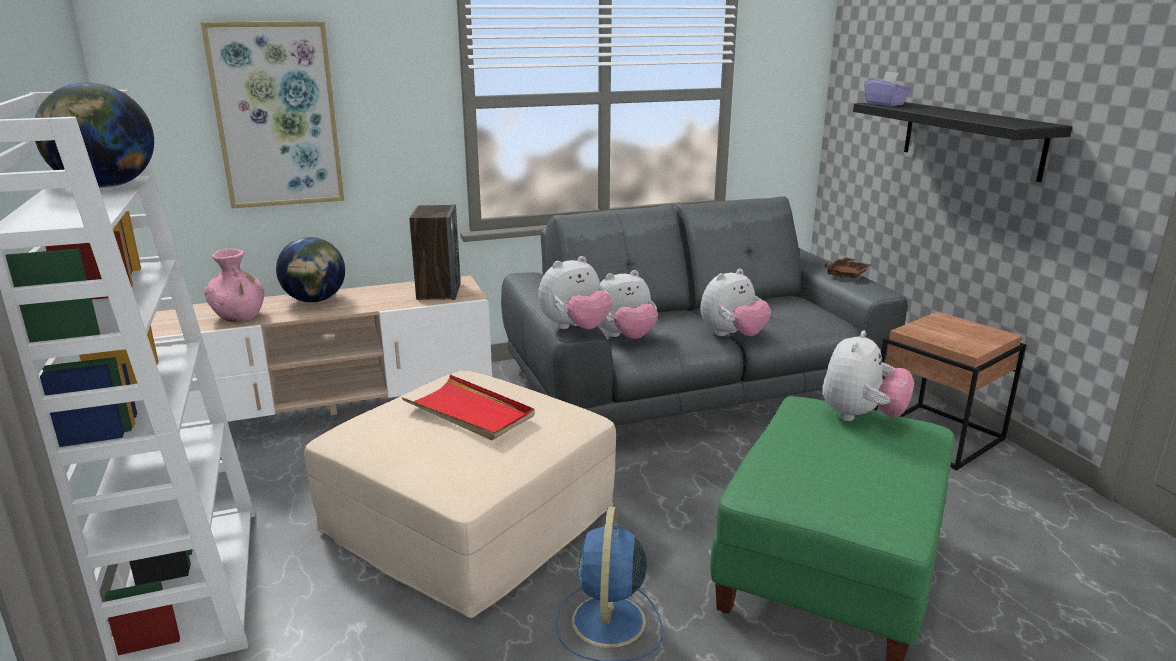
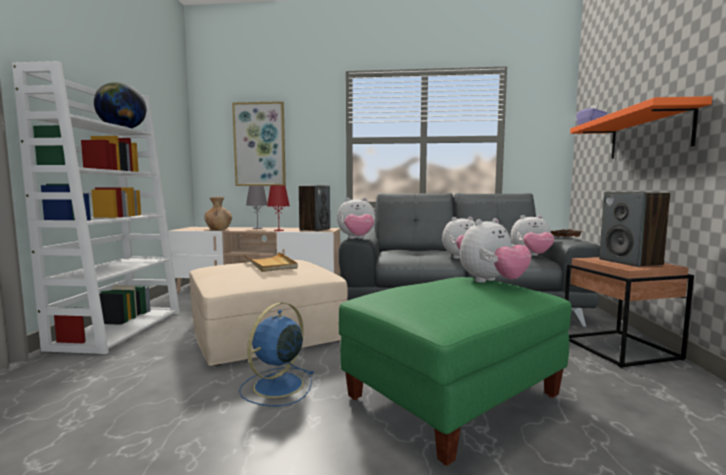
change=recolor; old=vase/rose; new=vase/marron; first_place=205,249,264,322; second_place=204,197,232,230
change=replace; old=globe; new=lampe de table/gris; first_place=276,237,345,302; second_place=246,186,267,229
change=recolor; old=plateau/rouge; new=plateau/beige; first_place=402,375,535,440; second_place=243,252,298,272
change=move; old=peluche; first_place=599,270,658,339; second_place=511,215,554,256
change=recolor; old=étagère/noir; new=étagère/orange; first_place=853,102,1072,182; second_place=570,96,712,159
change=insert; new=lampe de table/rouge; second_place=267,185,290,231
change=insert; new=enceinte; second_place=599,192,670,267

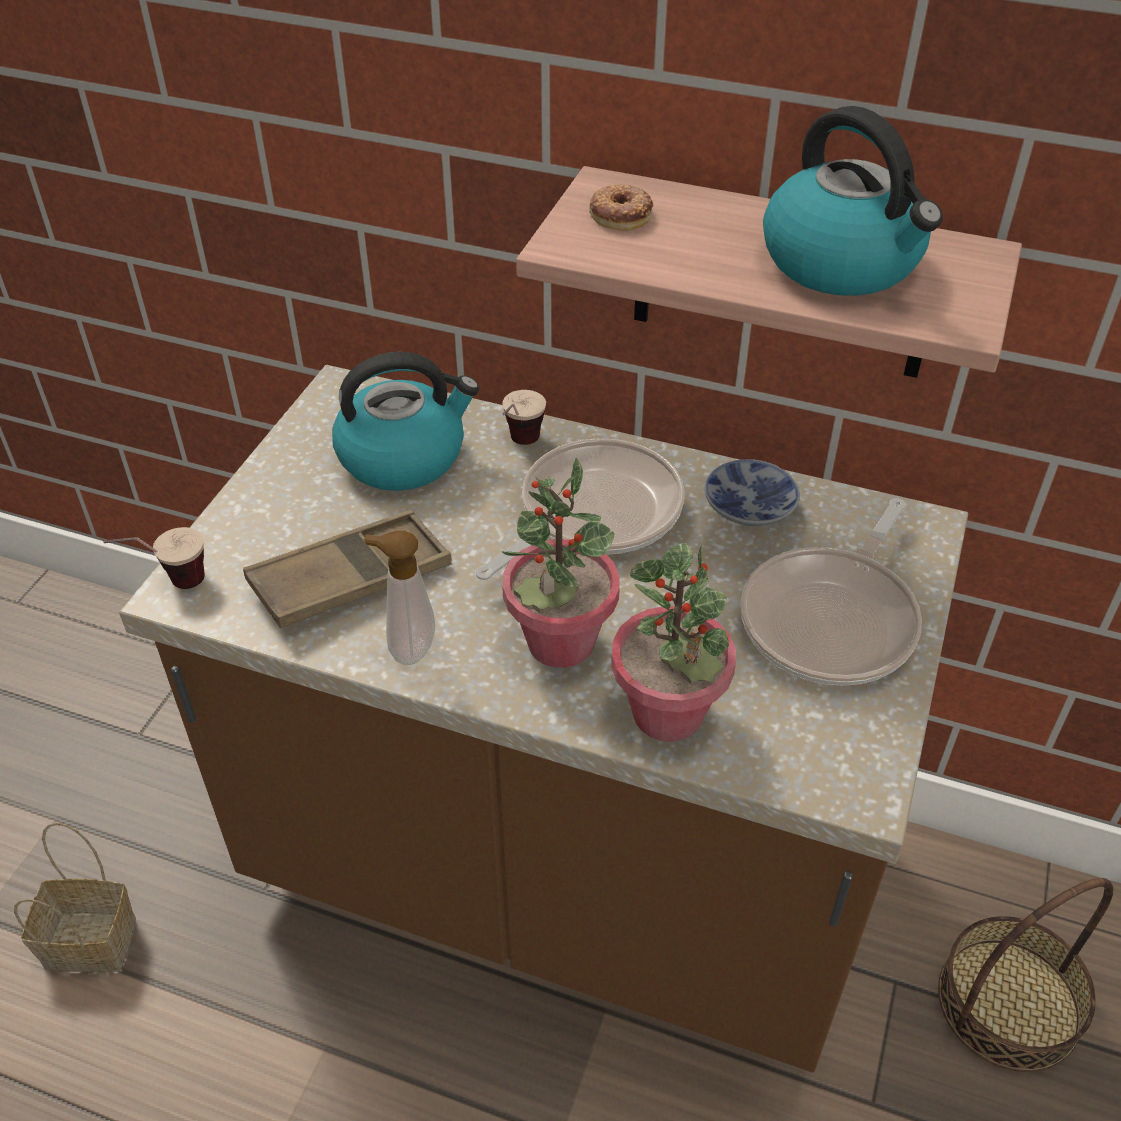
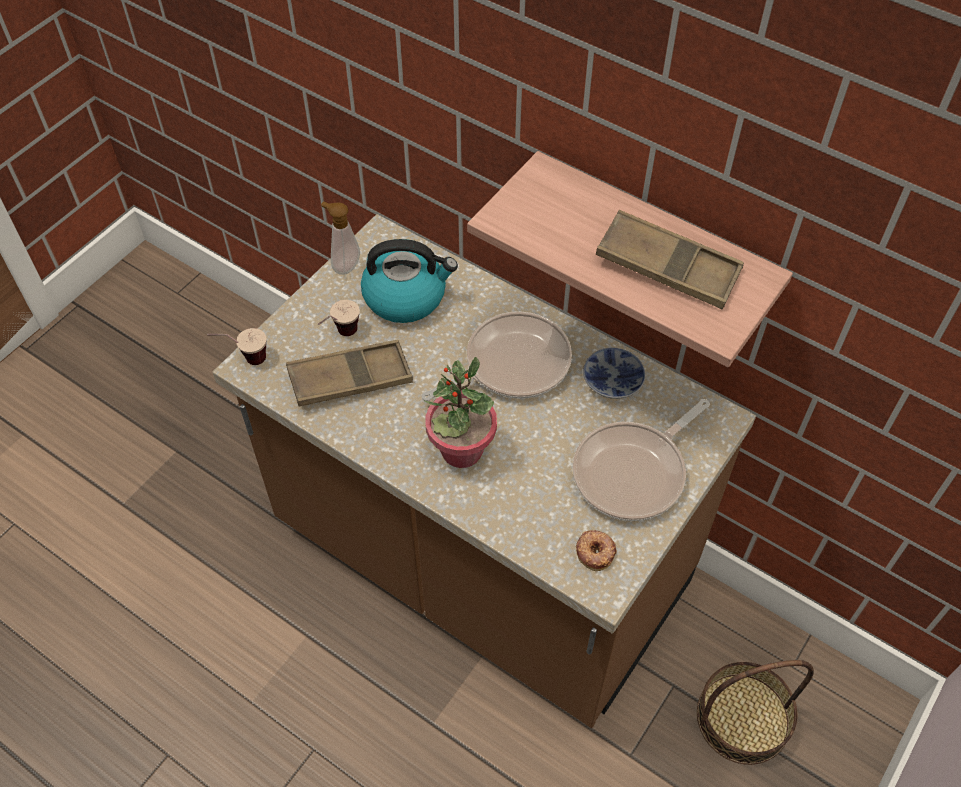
change=delete; old=panier; first_place=14,823,136,973
change=move; old=distributeur de savon; first_place=364,531,436,665; second_place=321,201,360,275
change=move; old=tasse; first_place=502,390,546,445; second_place=318,300,360,336
change=move; old=beignet; first_place=589,184,653,231; second_place=576,530,617,571
change=delete; old=plante en pot; first_place=611,543,736,742
change=replace; old=bouilloire; new=plateau/marron; first_place=763,106,943,296; second_place=596,210,744,309

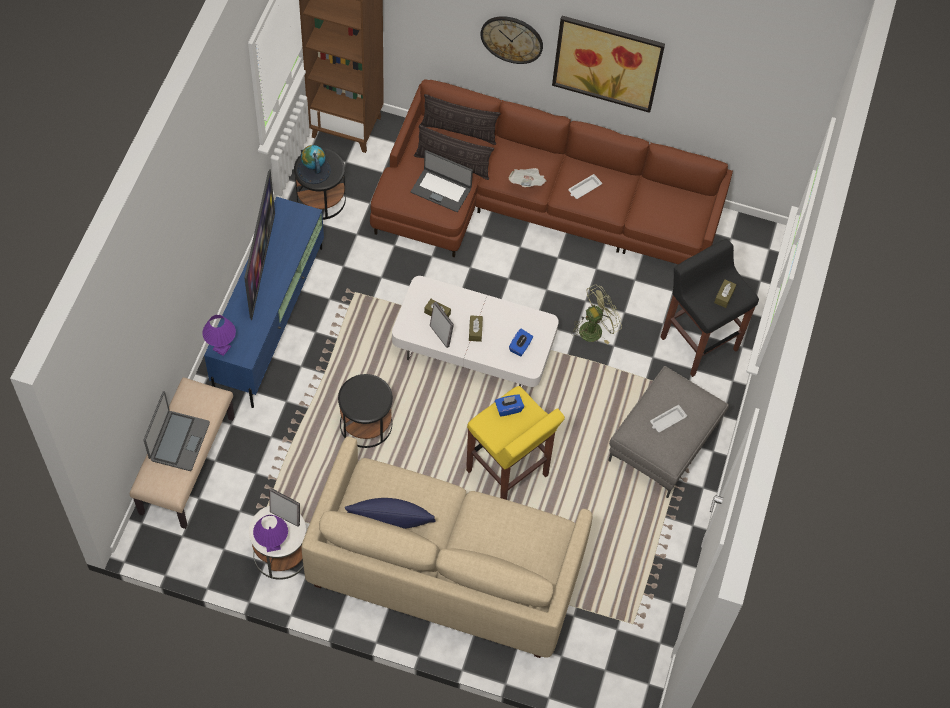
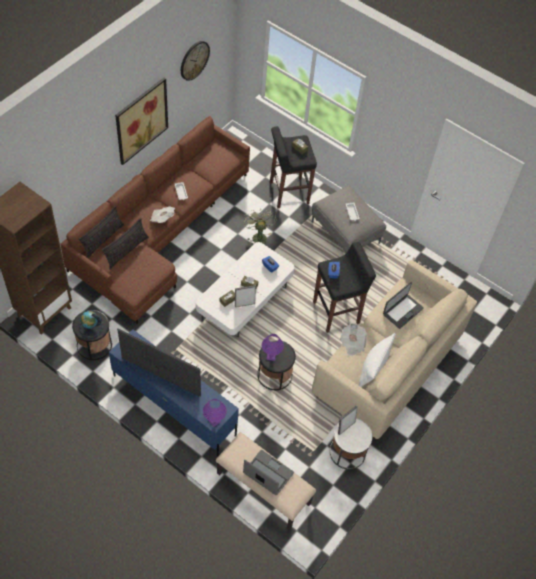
change=move; old=lampe de table/violet; first_place=253,515,288,552; second_place=262,334,284,361
change=recolor; old=coussin/bleu; new=coussin/blanc; first_place=345,498,435,529; second_place=359,333,395,387
change=move; old=ordinateur portable; first_place=411,150,473,212; second_place=383,282,424,329
change=recolor; old=tabouret/jaune; new=tabouret/noir; first_place=466,386,565,500; second_place=313,242,376,333
change=move; old=horloge murale; first_place=480,16,543,64; second_place=181,41,210,81
change=insert; new=journal; second_place=340,323,367,356

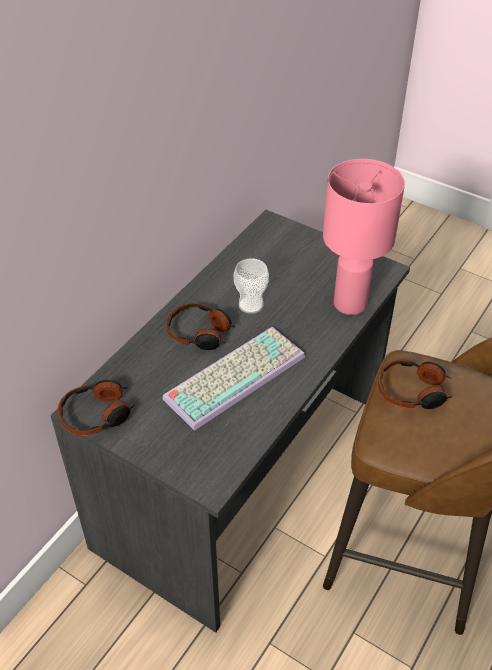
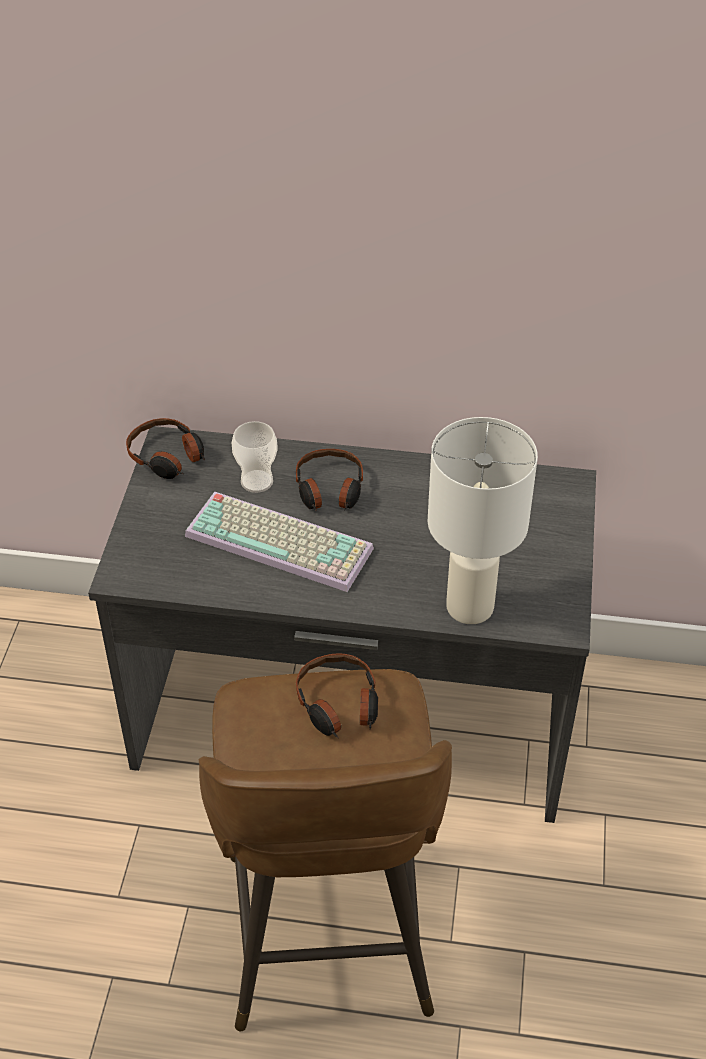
change=move; old=tasse; first_place=234,258,269,314; second_place=232,421,278,493
change=recolor; old=lampe de table/rose; new=lampe de table/blanc; first_place=323,159,405,315; second_place=428,417,538,624

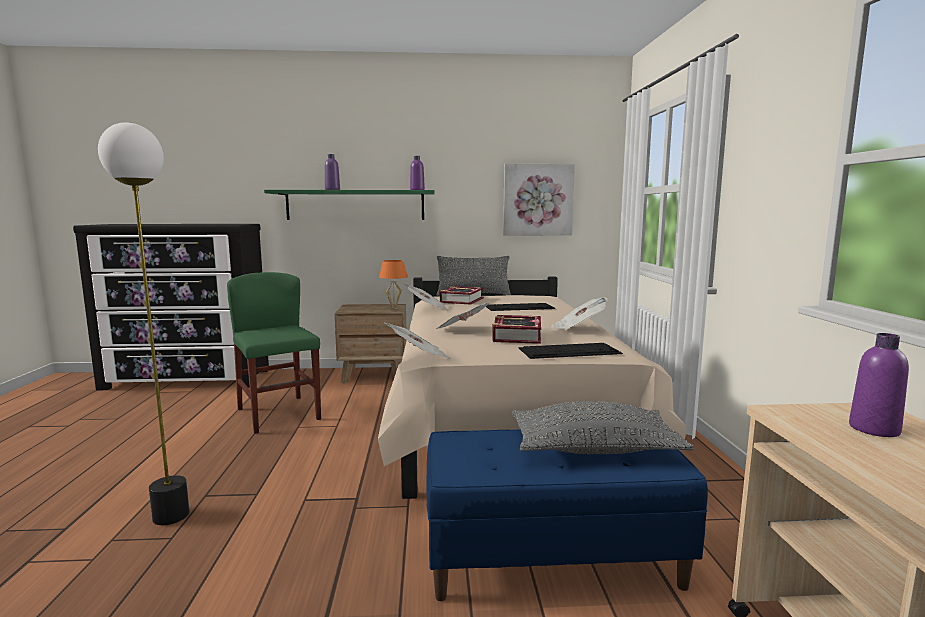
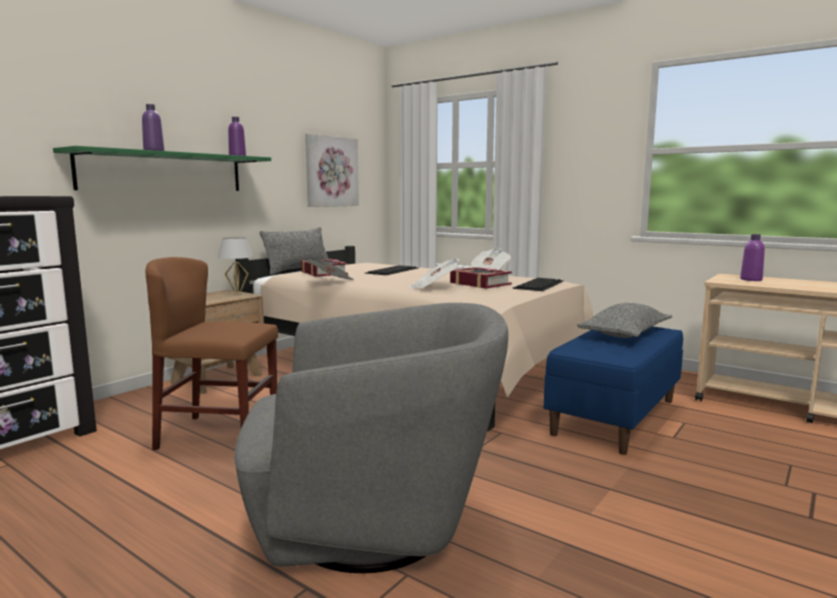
change=replace; old=lampadaire; new=fauteuil/gris; first_place=98,122,189,525; second_place=234,303,508,573
change=recolor; old=chaise/vert; new=chaise/marron; first_place=227,272,321,434; second_place=145,257,278,450
change=recolor; old=lampe de table/orange; new=lampe de table/blanc; first_place=379,260,408,309; second_place=218,237,253,295
change=delete; old=journal; first_place=384,323,452,359

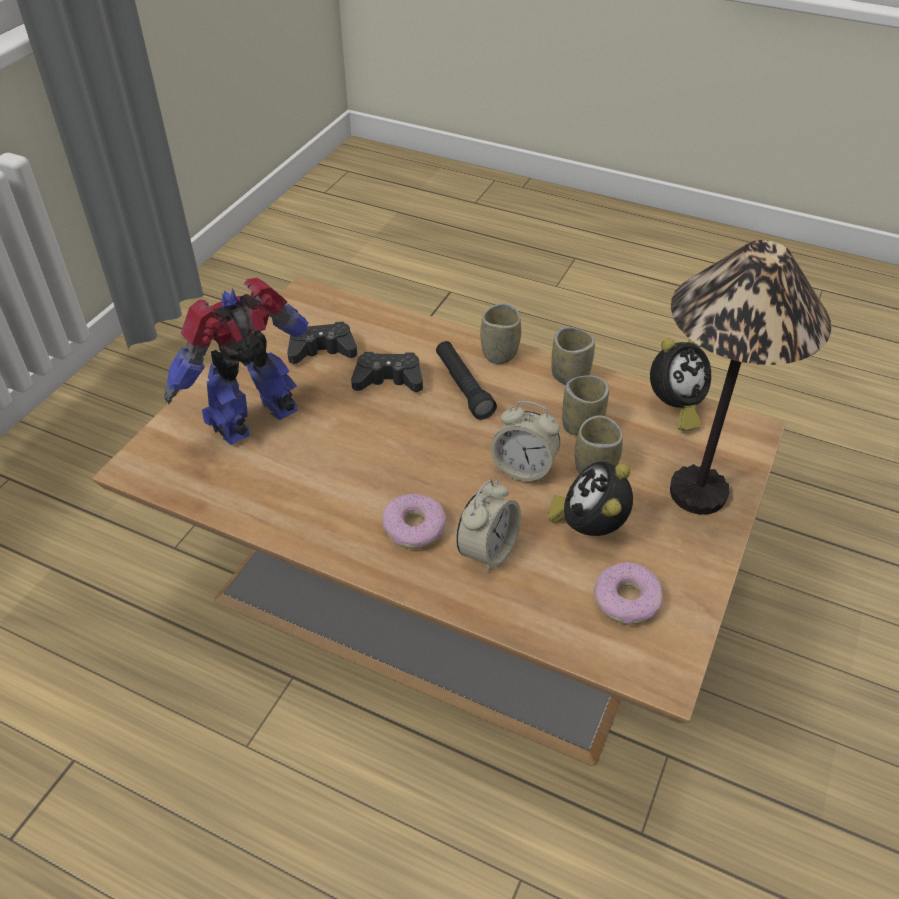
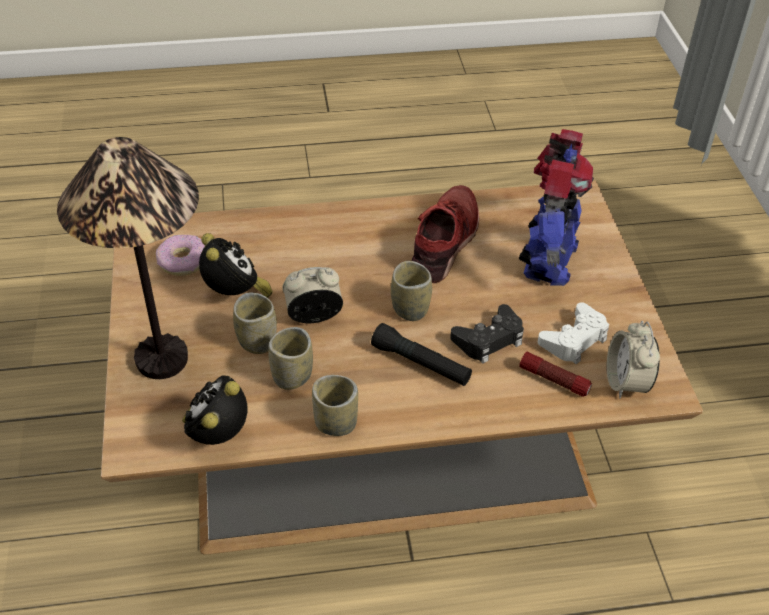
change=recolor; old=manette/noir; new=manette/blanc; first_place=287,322,357,364; second_place=538,302,609,364
change=delete; old=beignet; first_place=383,494,446,549
change=move; old=réveil; first_place=456,479,521,573; second_place=606,321,660,399
change=move; old=tasse; first_place=480,303,521,364; second_place=391,261,432,321
change=insert; new=chaussure/rouge; second_place=412,185,479,283
change=insert; new=lampe de poche; second_place=519,351,592,397

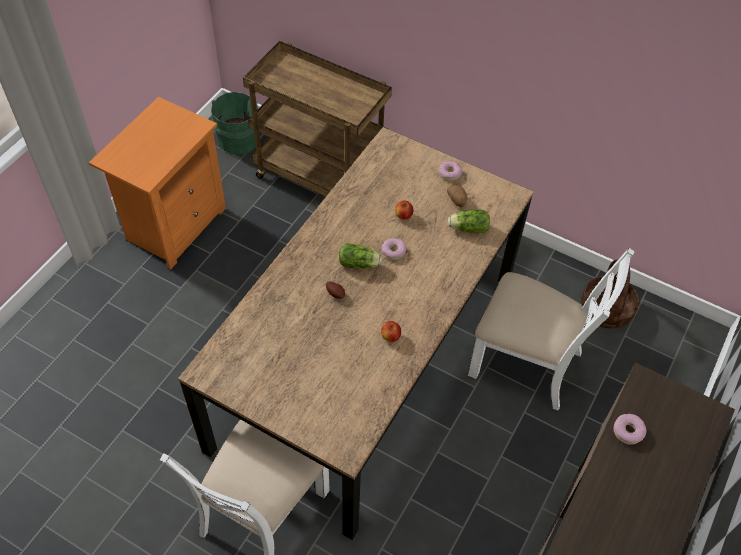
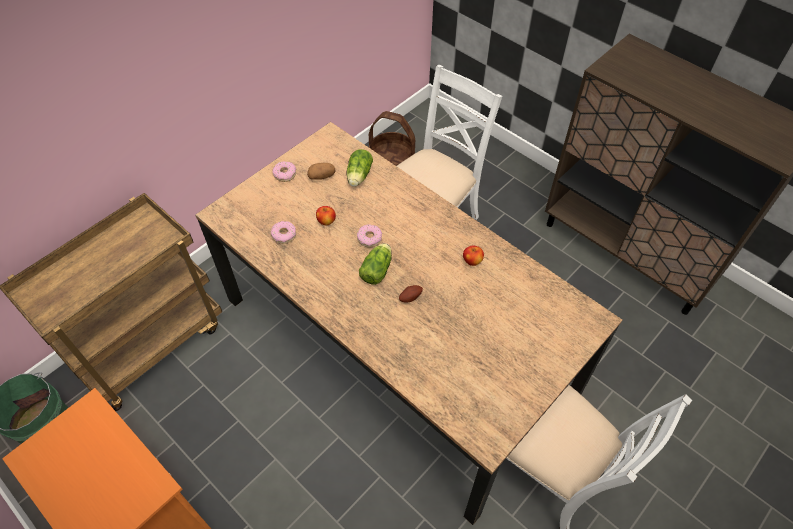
change=move; old=beignet; first_place=614,414,647,445; second_place=271,221,296,244

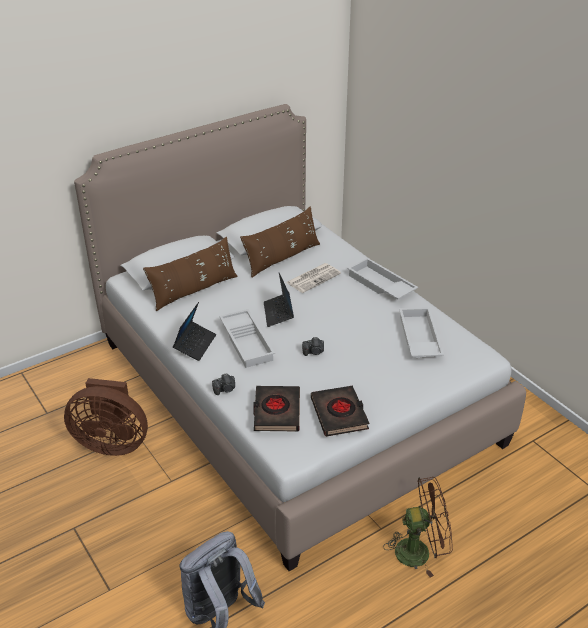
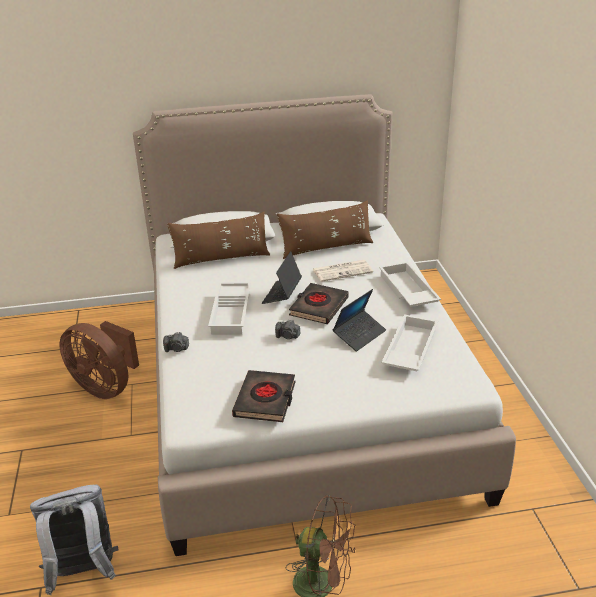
change=move; old=ordinateur portable; first_place=173,302,216,361; second_place=333,289,386,352
change=move; old=livre/noir; first_place=253,386,300,432; second_place=289,283,349,324

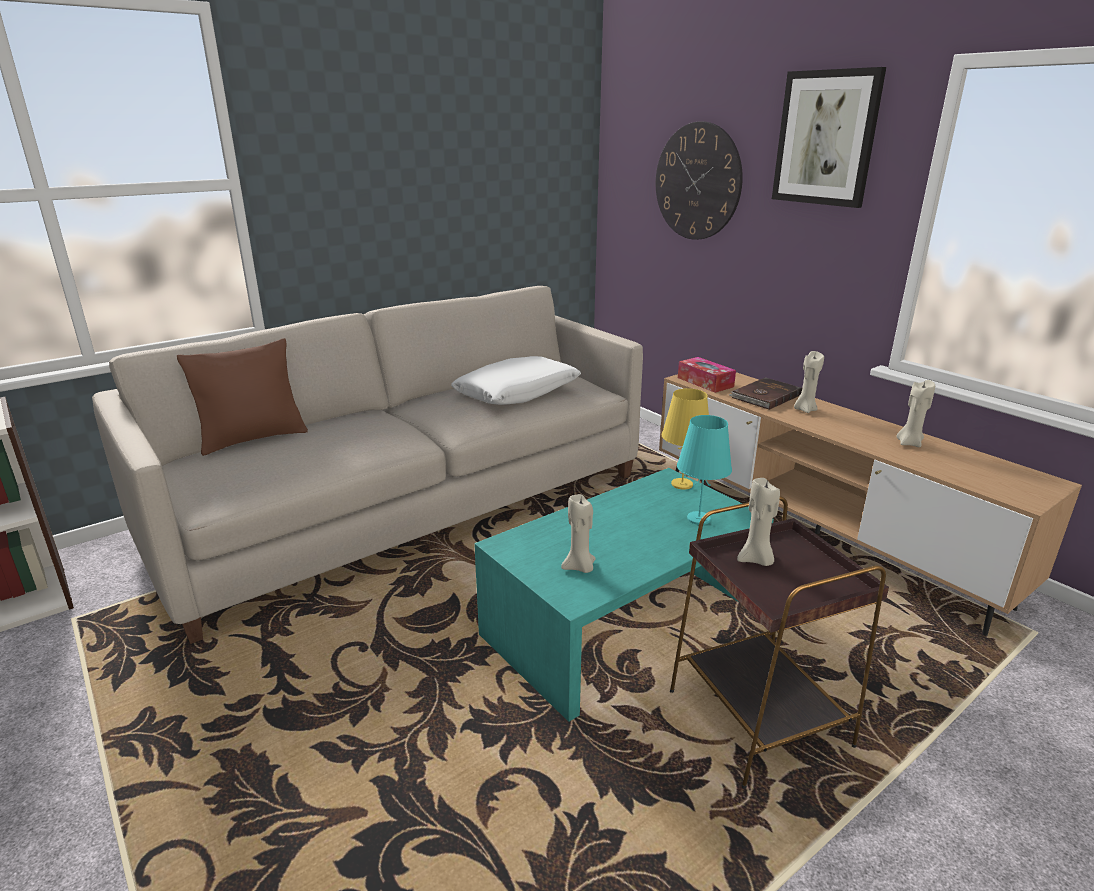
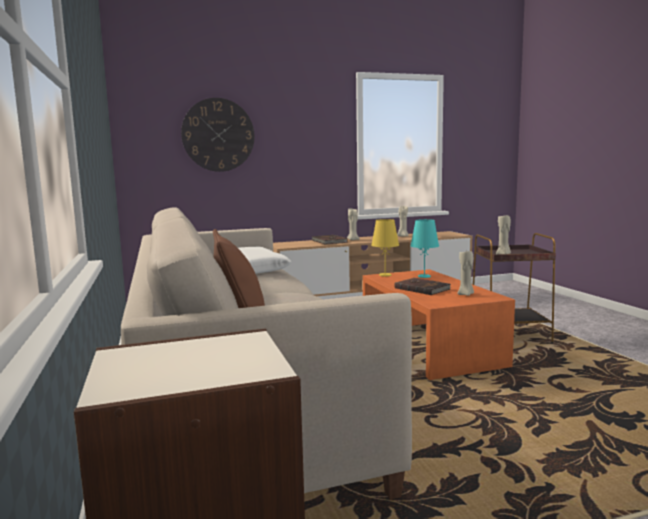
change=recolor; old=table basse/turquoise; new=table basse/orange; first_place=474,468,774,722; second_place=363,269,515,380
change=delete; old=boîte à mouchoirs; first_place=678,357,736,393
change=delete; old=tableau; first_place=772,67,886,208
change=insert; new=livre/marron; second_place=395,278,451,295

